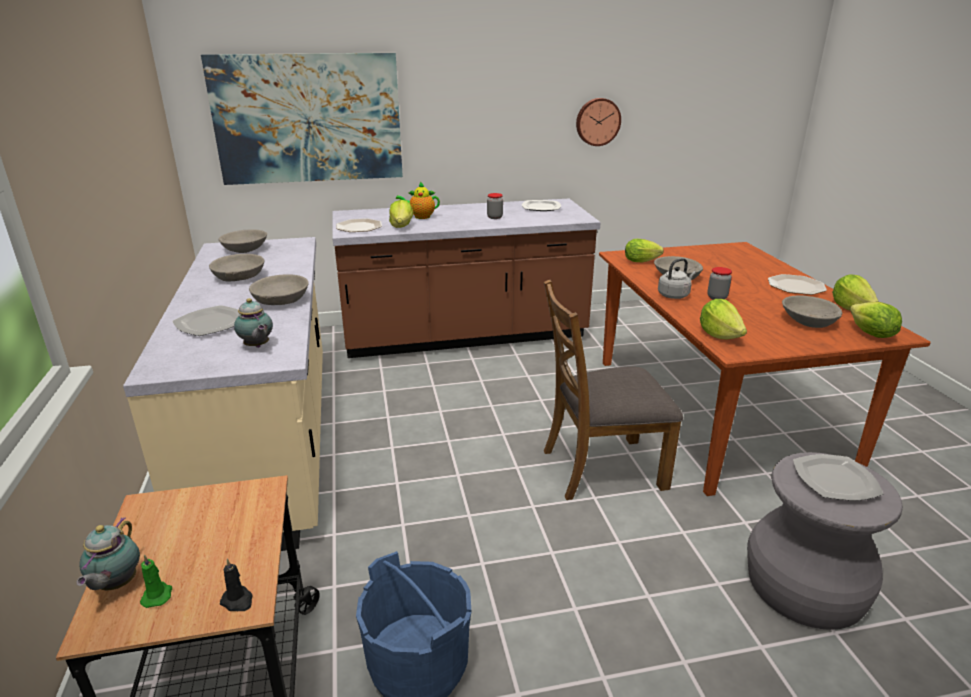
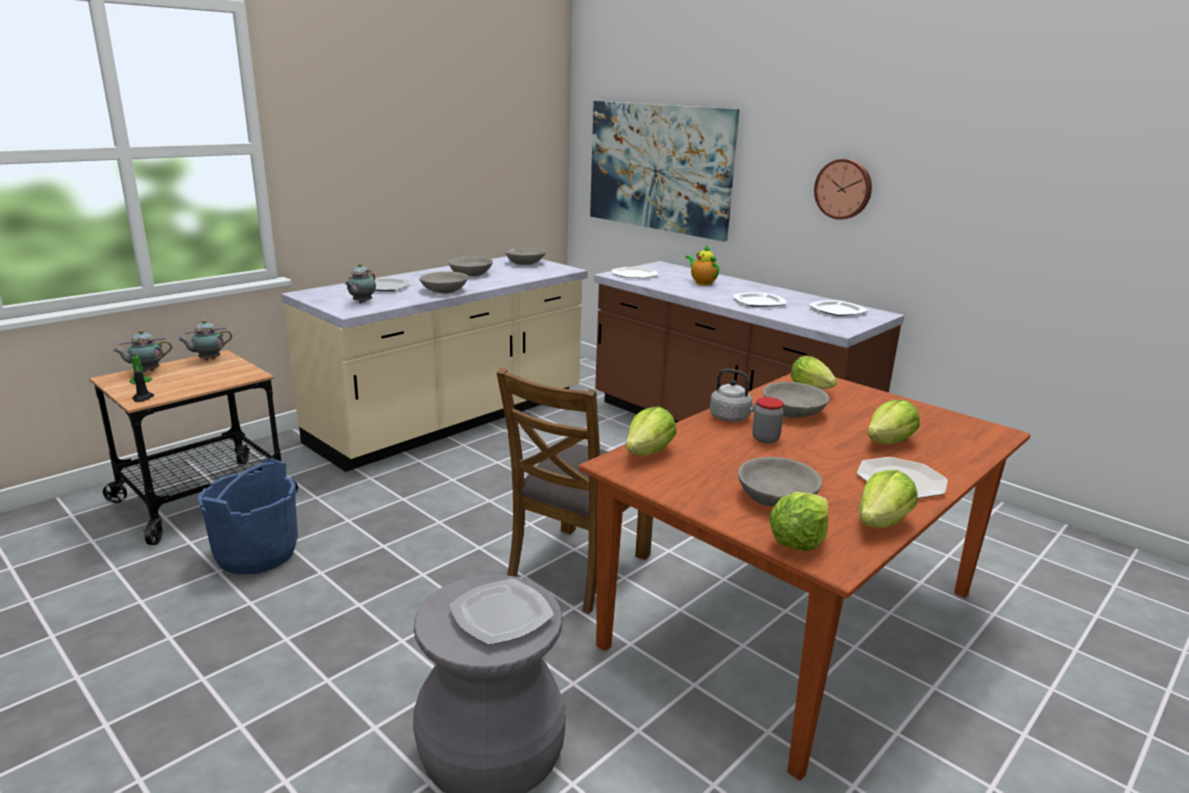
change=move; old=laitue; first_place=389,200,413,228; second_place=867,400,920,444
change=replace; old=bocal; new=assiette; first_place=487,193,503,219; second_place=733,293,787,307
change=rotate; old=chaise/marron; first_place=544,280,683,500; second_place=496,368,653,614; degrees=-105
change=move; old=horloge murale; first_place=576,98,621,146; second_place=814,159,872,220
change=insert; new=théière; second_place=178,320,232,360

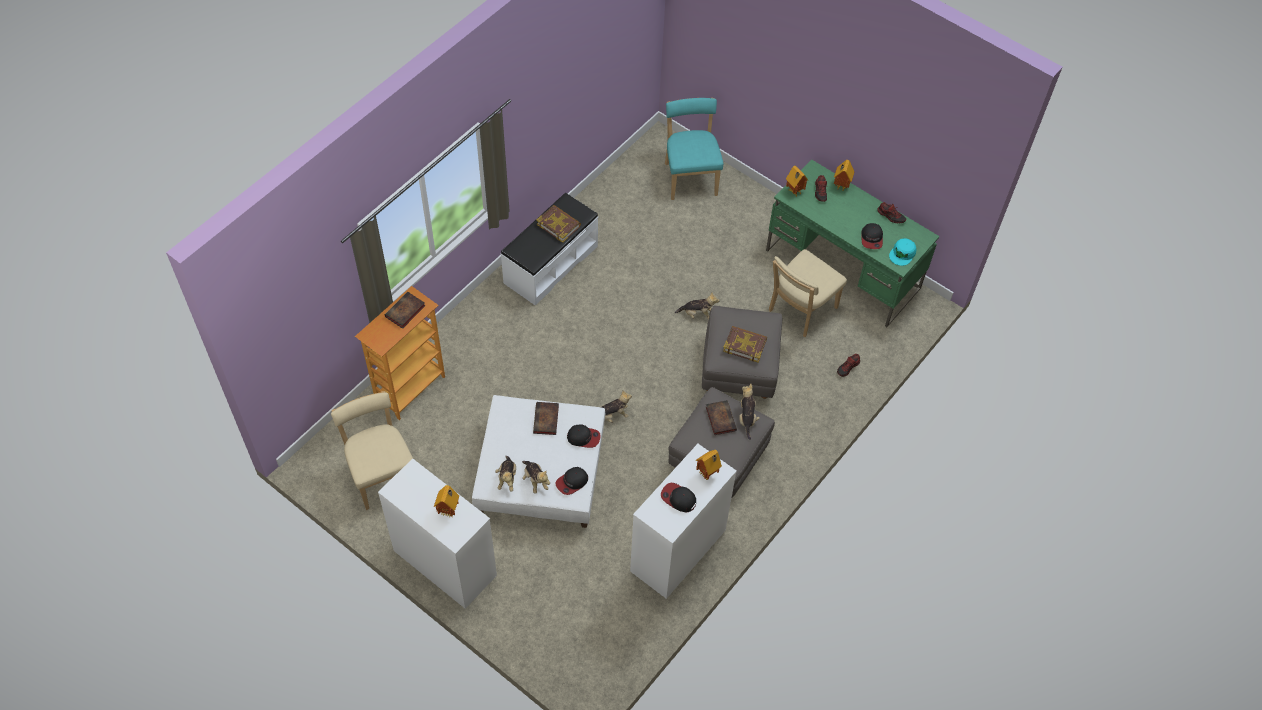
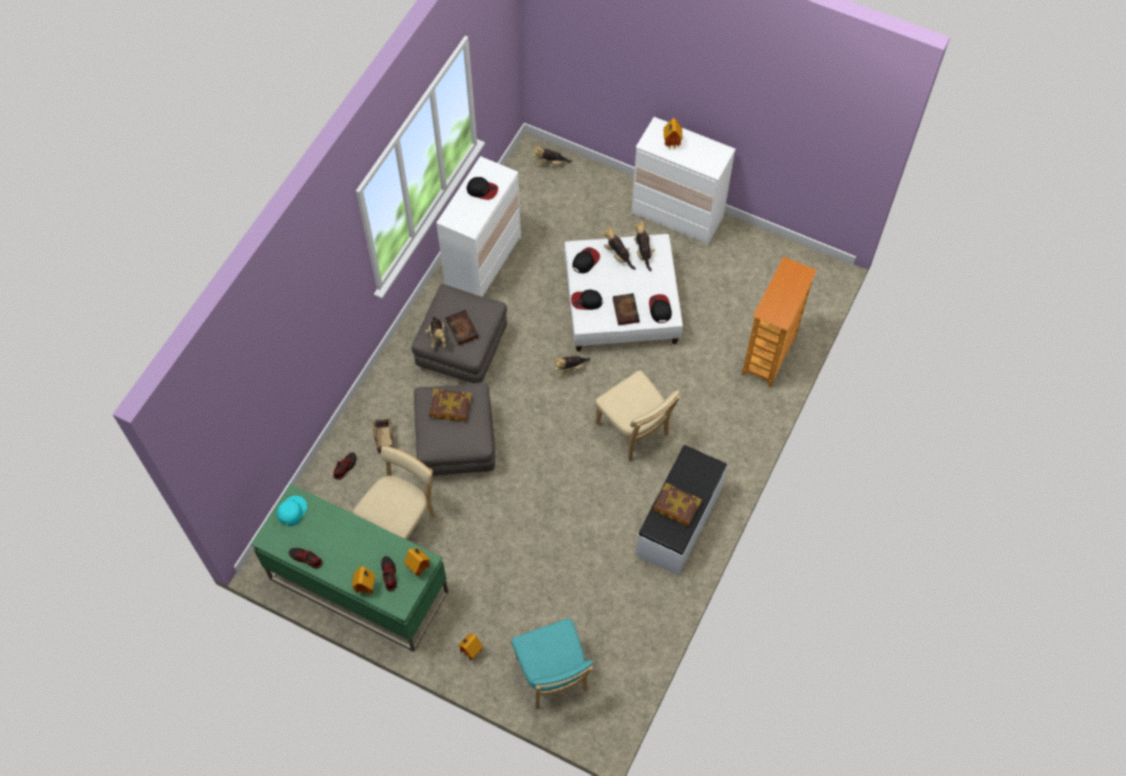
change=move; old=chaise/beige; first_place=331,391,413,510; second_place=595,370,681,461
change=delete; old=livre; first_place=385,292,426,329
change=move; old=peluche; first_place=675,292,720,319; second_place=532,145,572,166
change=move; old=maison miniature; first_place=696,450,722,480; second_place=458,634,483,660
change=move; old=casquette; first_place=861,223,883,249; second_place=649,294,672,323
change=insert; new=panier; second_place=373,418,394,454

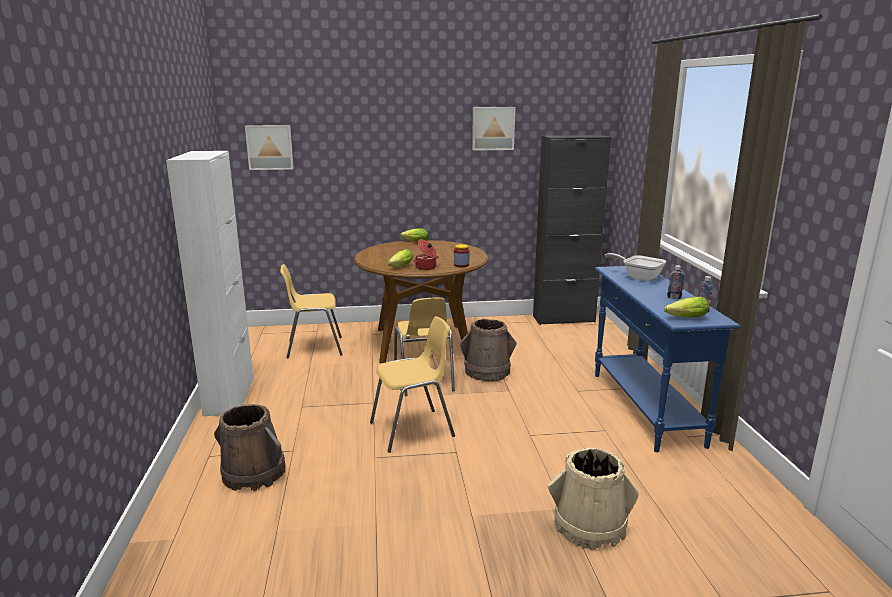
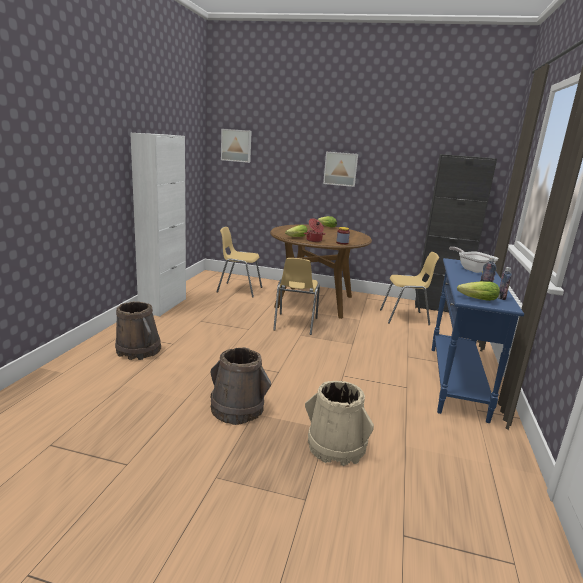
change=move; old=chaise/jaune; first_place=370,316,455,453; second_place=380,252,439,325
change=move; old=seau/marron; first_place=460,319,517,381; second_place=210,347,271,425
change=move; old=tableau; first_place=472,107,515,151; second_place=323,152,358,187

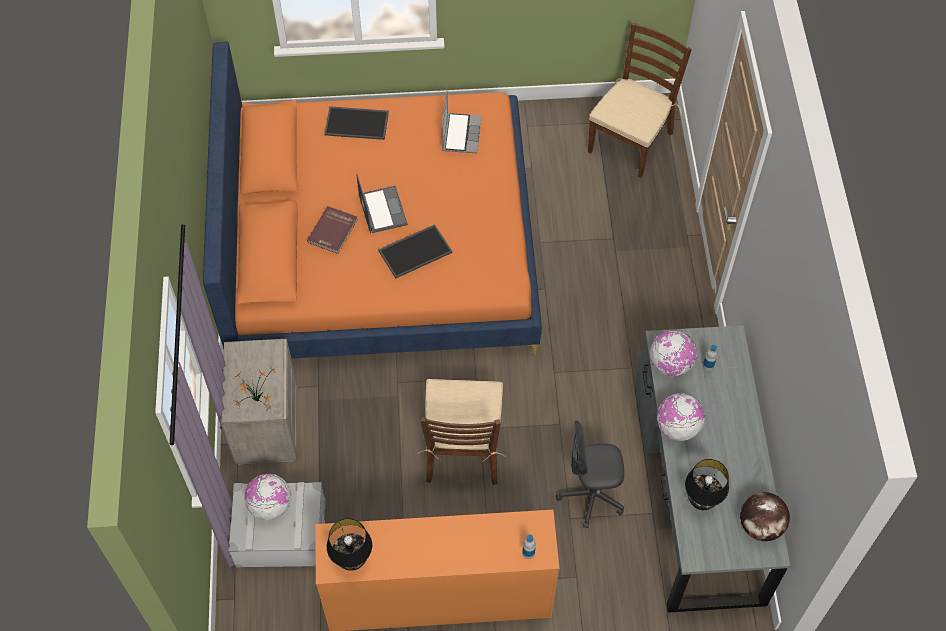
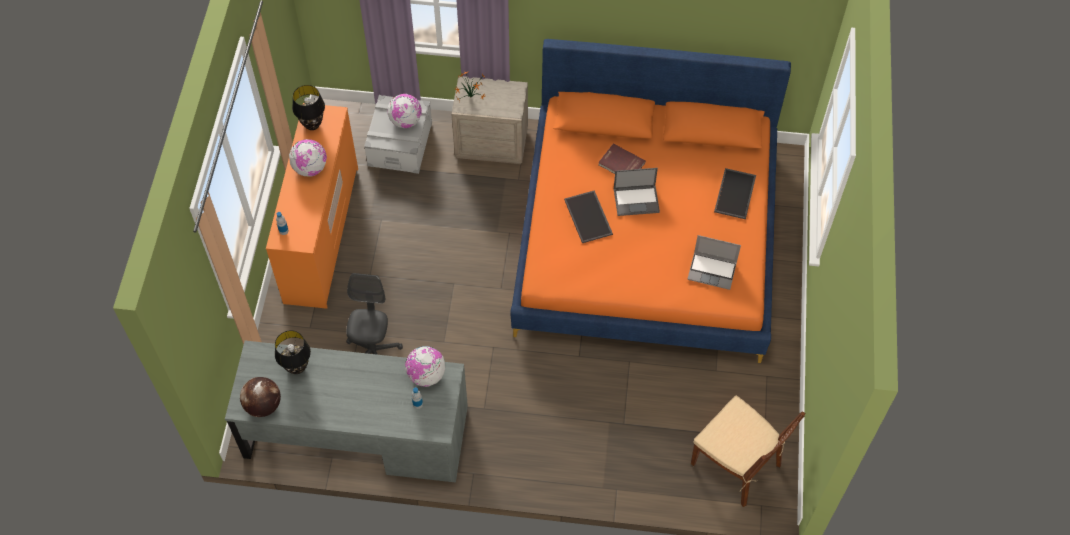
change=delete; old=chaise/marron; first_place=417,379,506,485
change=move; old=globe; first_place=657,393,705,441; second_place=289,139,327,176

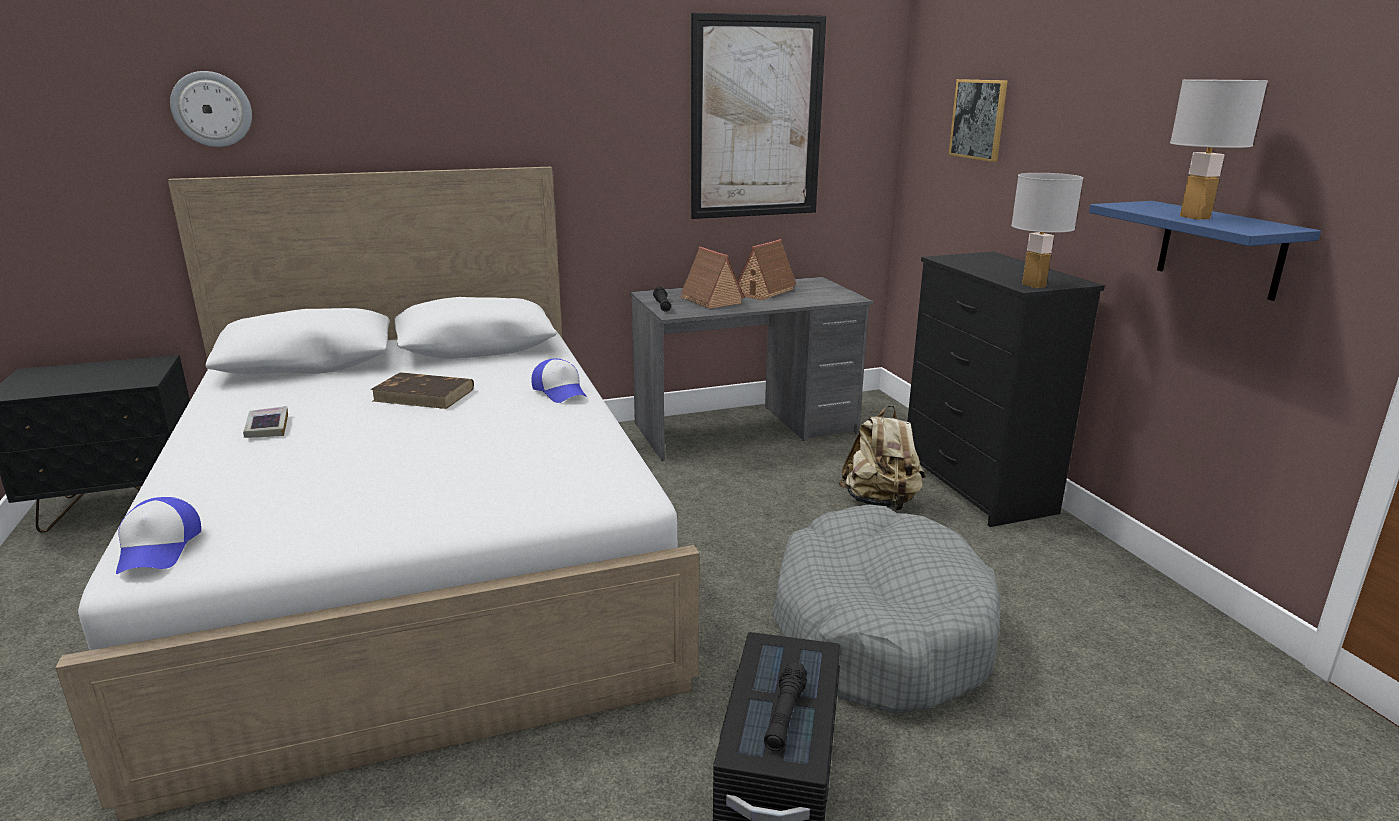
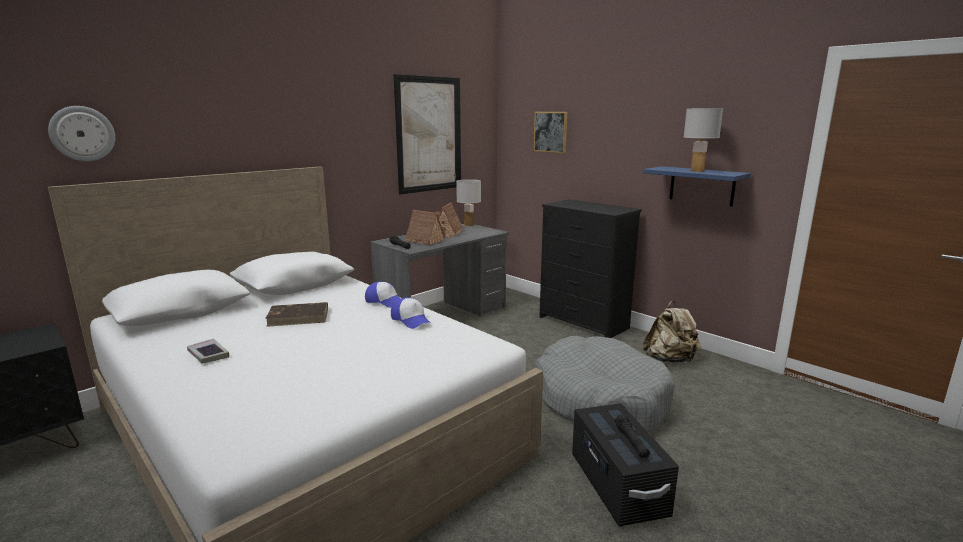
change=move; old=casquette; first_place=116,497,201,574; second_place=391,297,430,329
change=move; old=sac à dos/beige; first_place=839,405,926,511; second_place=643,300,701,363
change=move; old=lampe de table/blanc; first_place=1011,173,1083,288; second_place=456,179,481,226

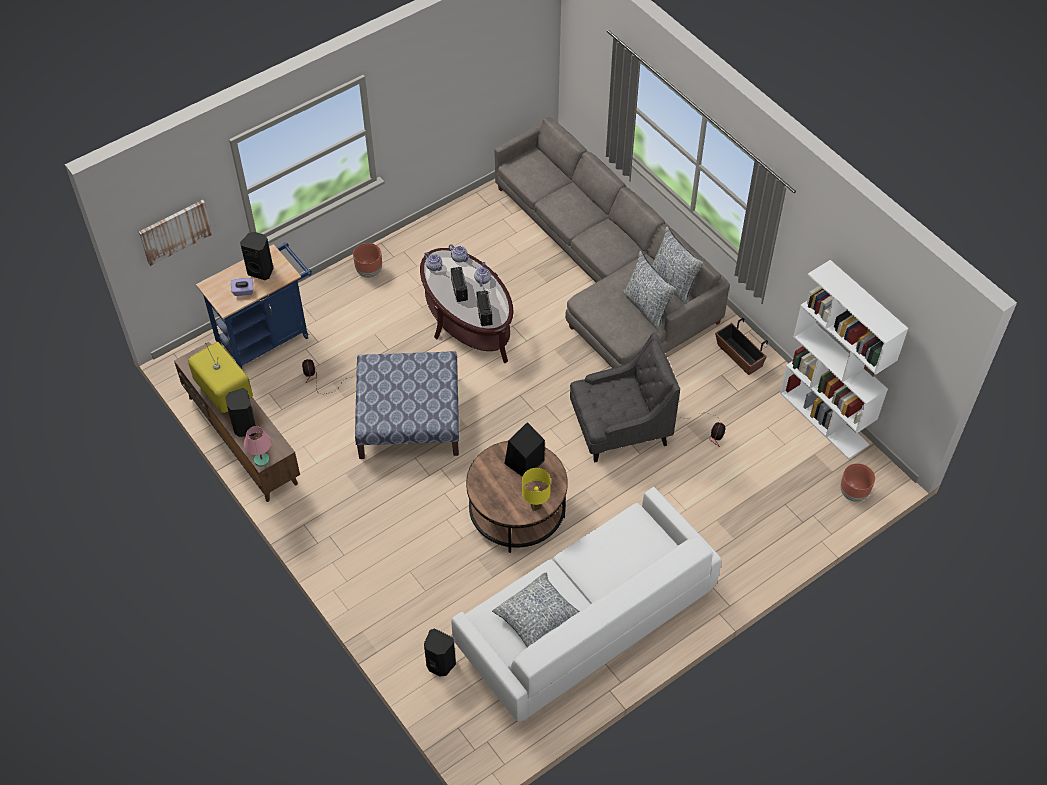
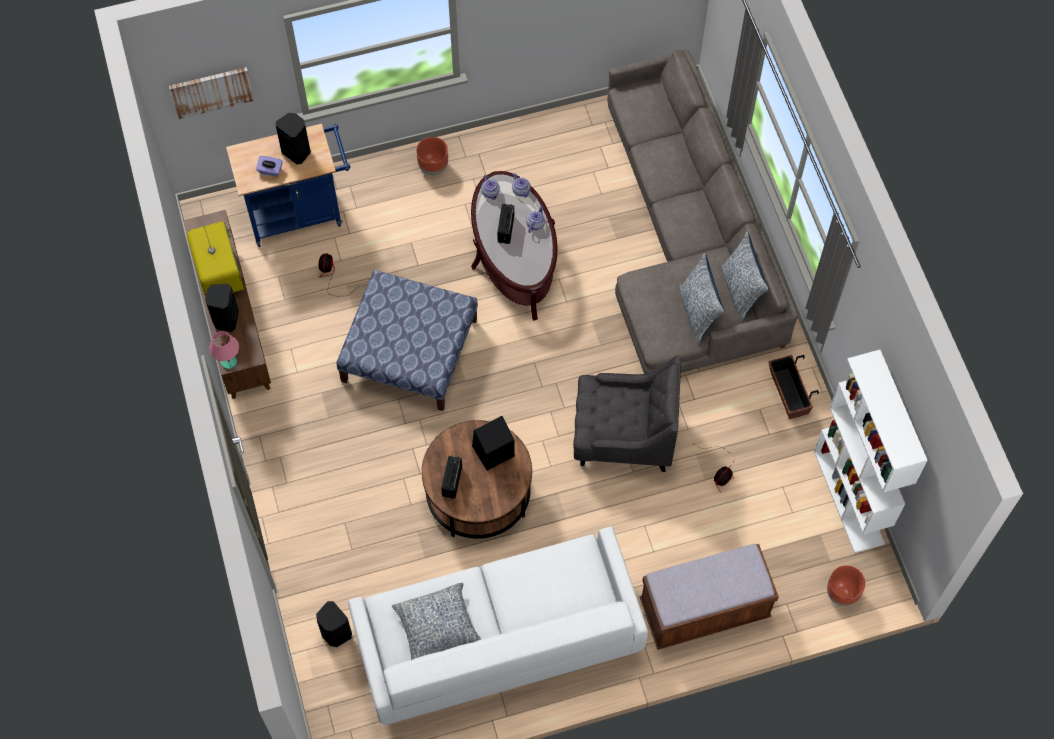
change=move; old=radio; first_place=477,290,492,326; second_place=441,456,462,499
change=delete; old=lampe de table/jaune; first_place=522,468,551,511
change=insert; new=banc/marron; second_place=640,544,779,650

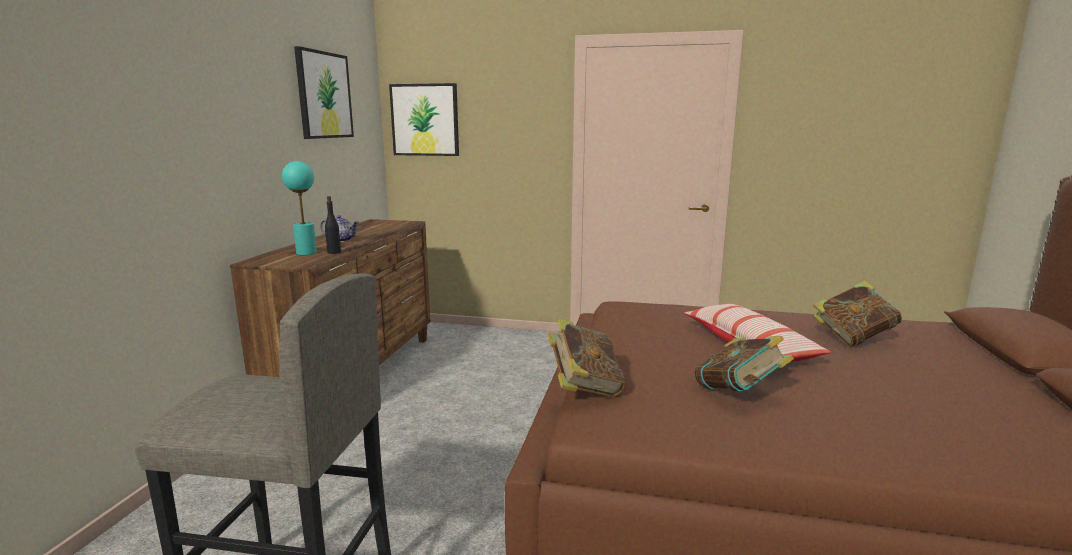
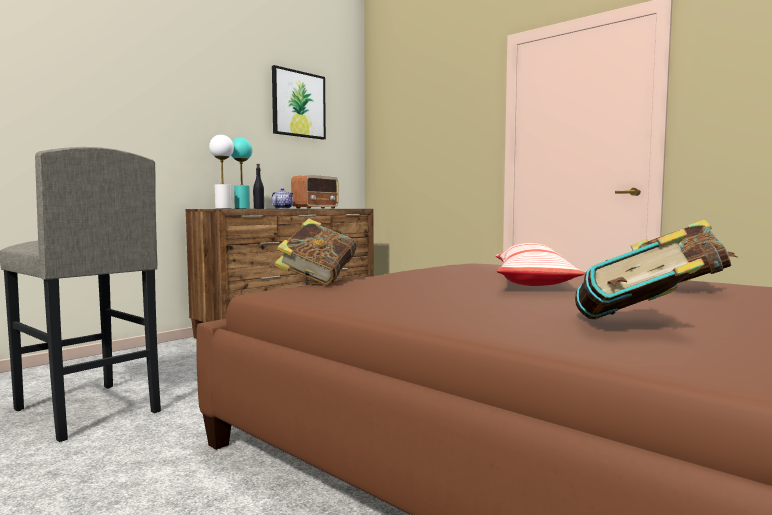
change=delete; old=tableau; first_place=389,83,459,156
change=move; old=livre; first_place=694,336,794,391; second_place=575,229,705,319
change=insert; new=lampe de table/blanc; second_place=209,135,234,209
change=insert; new=radio; second_place=291,175,339,209

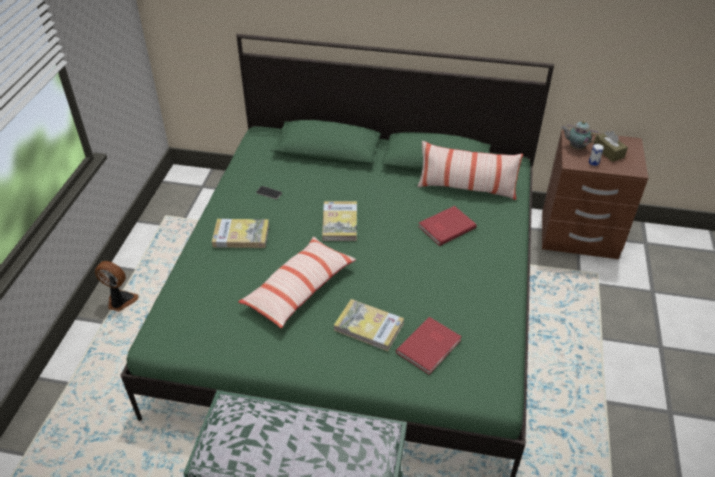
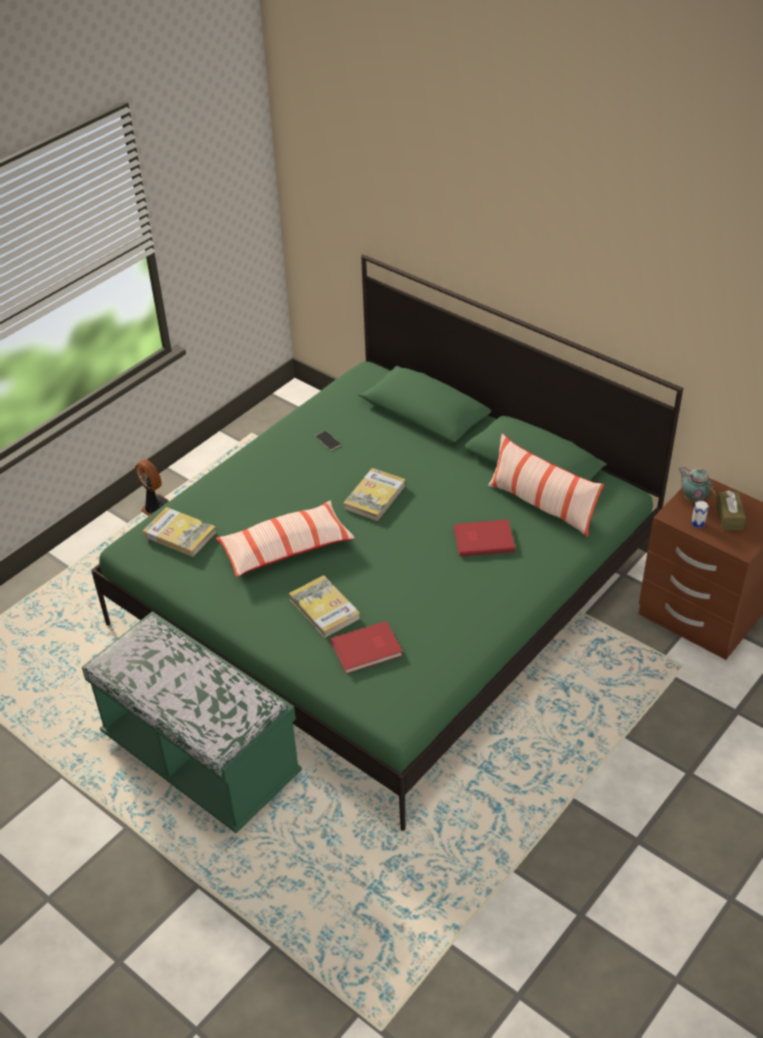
change=move; old=livre; first_place=212,219,269,248; second_place=143,507,216,557

